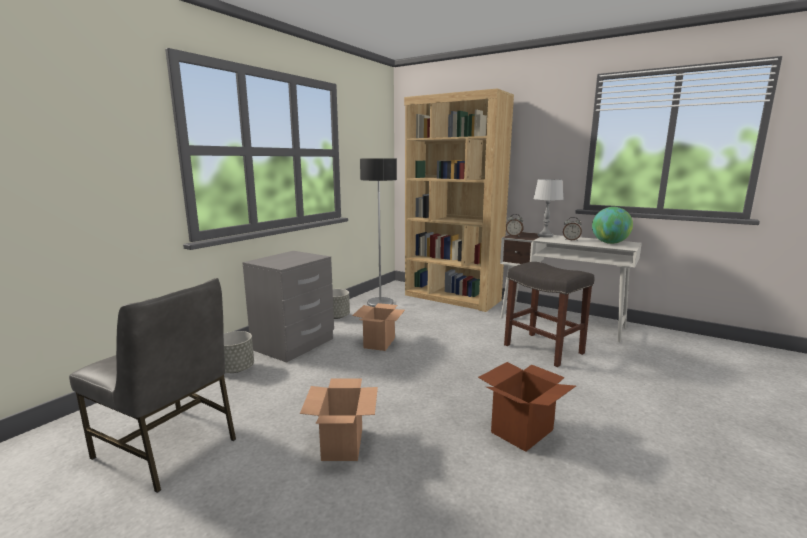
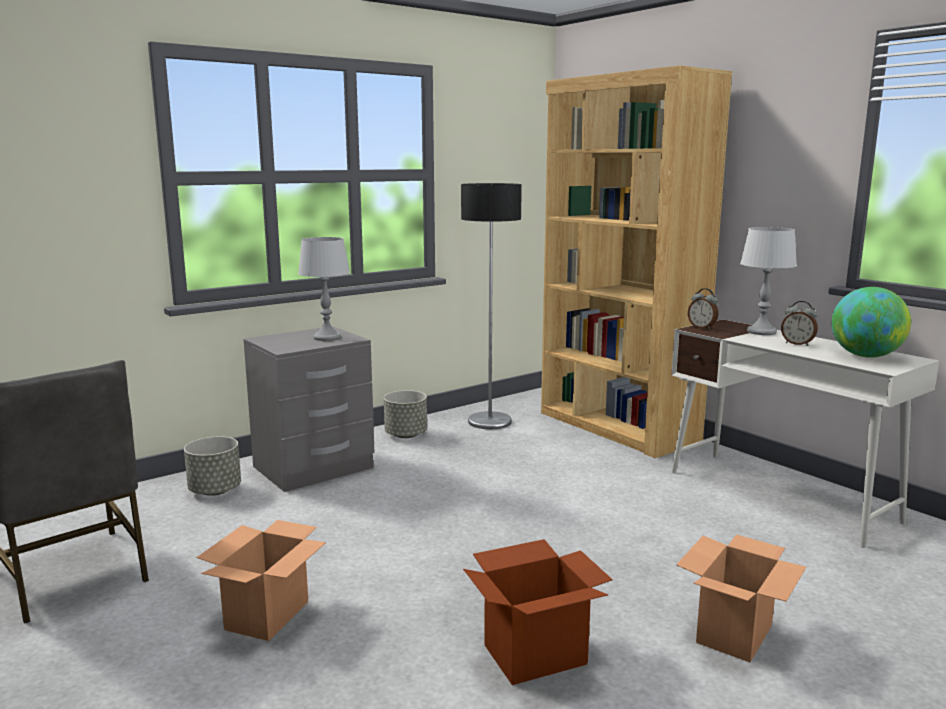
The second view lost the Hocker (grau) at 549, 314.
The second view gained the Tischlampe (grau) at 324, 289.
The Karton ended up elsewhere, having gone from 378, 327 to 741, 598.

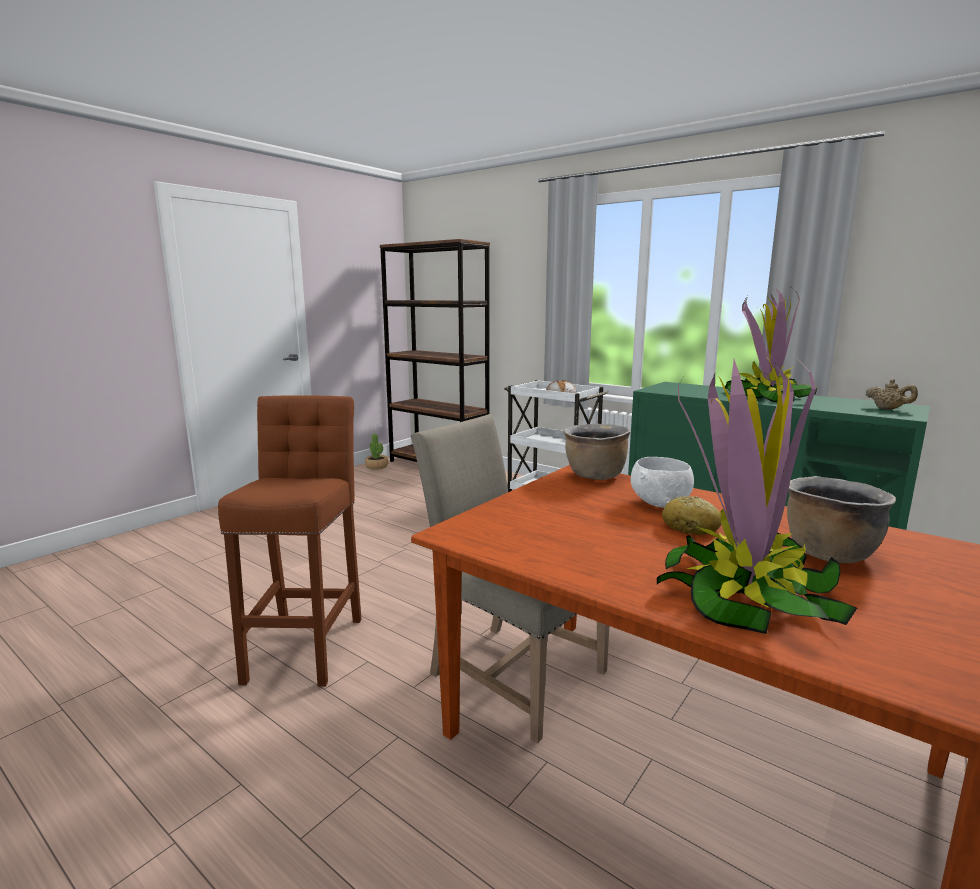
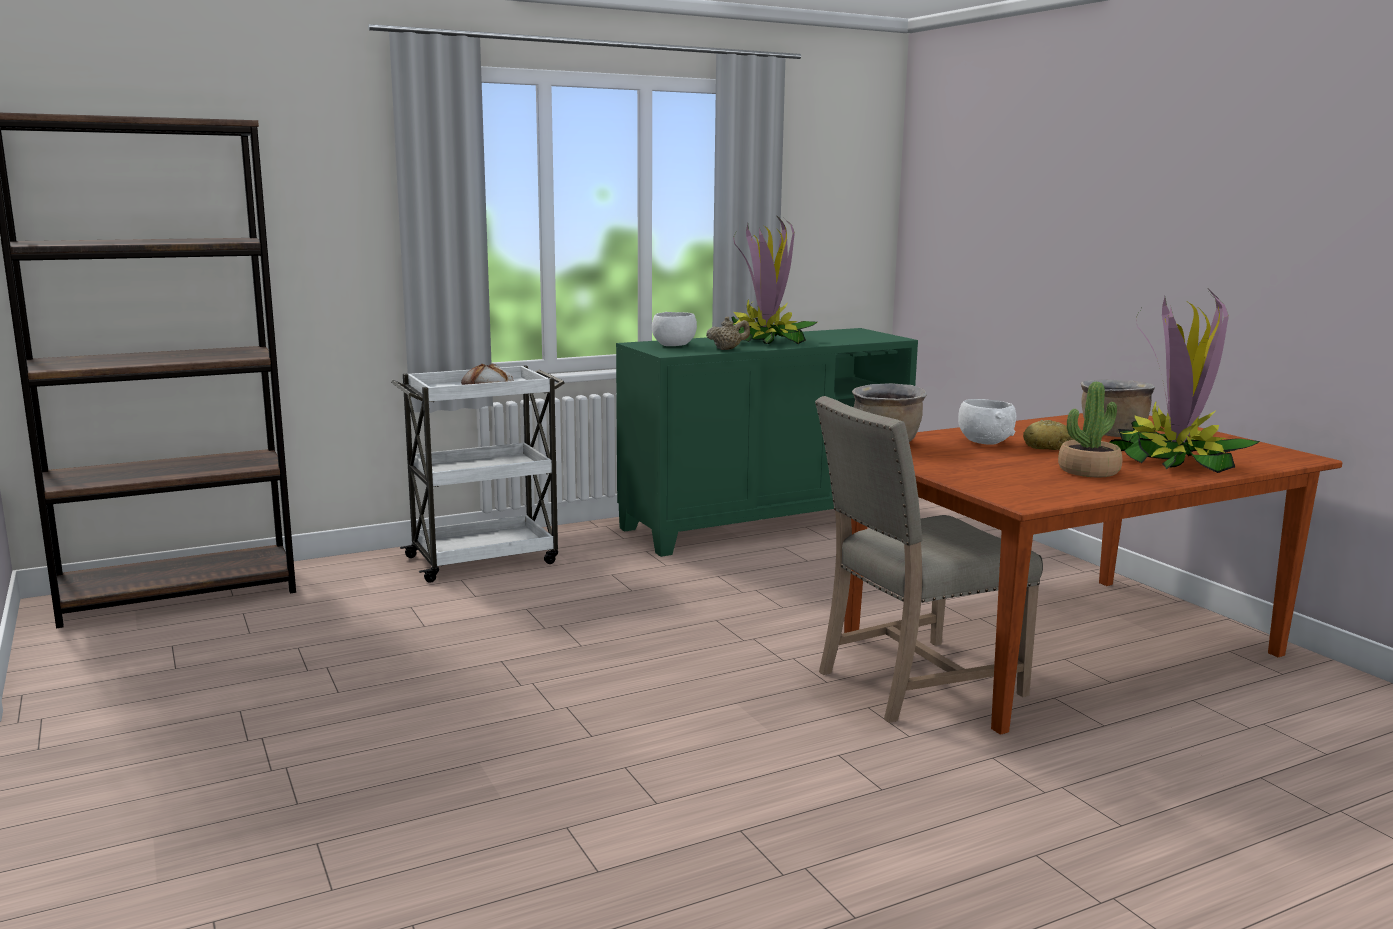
The second view lost the Hocker (braun) at 289, 541.
The second view gained the Schüssel (weiß) at 674, 329.
The Topfpflanze ended up elsewhere, having gone from 376, 451 to 1090, 429.
The Teekanne (beige) ended up elsewhere, having gone from 892, 394 to 728, 333.

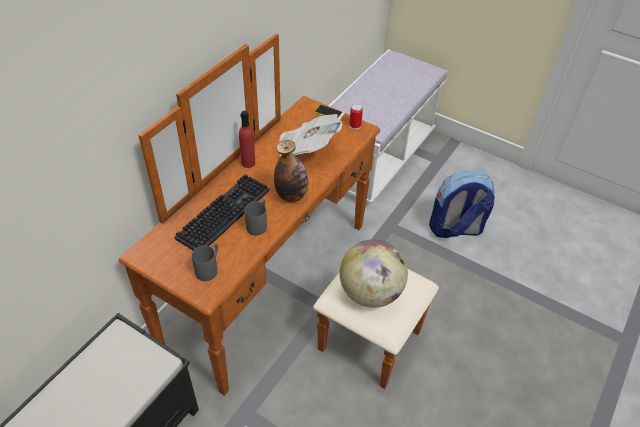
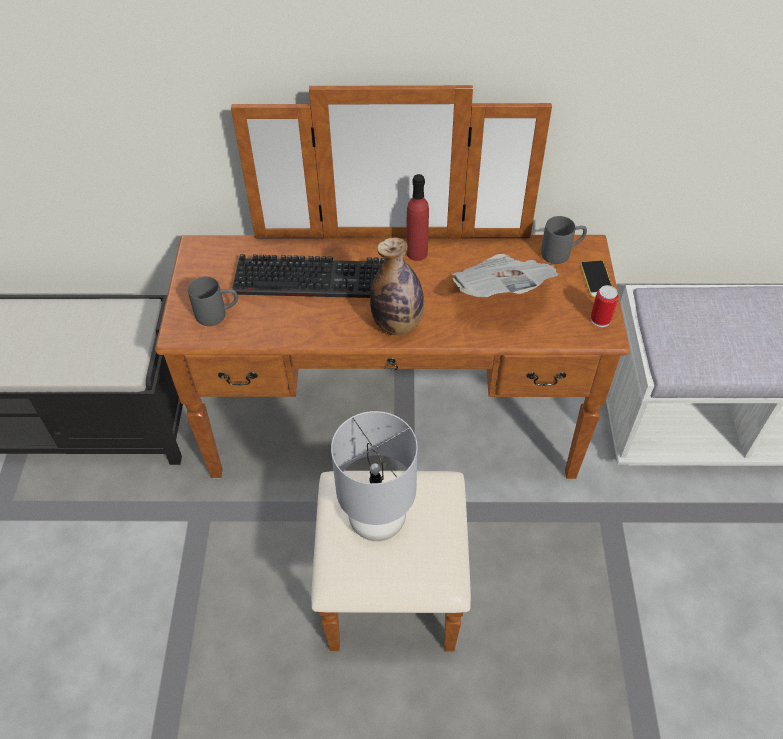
The second view lost the Rucksack at 462, 204.
The Henkelbecher (grau) ended up elsewhere, having gone from 256, 217 to 564, 240.
Where the Globus stood at 374, 273, the Tischlampe (grau) came to stand at 374, 476.

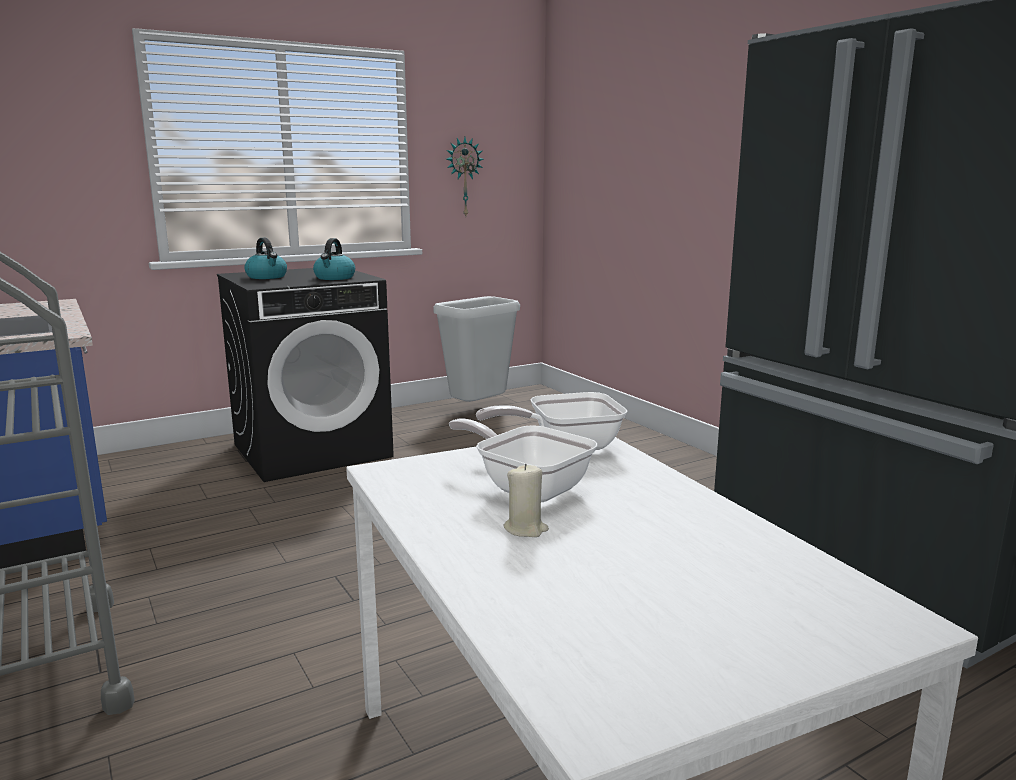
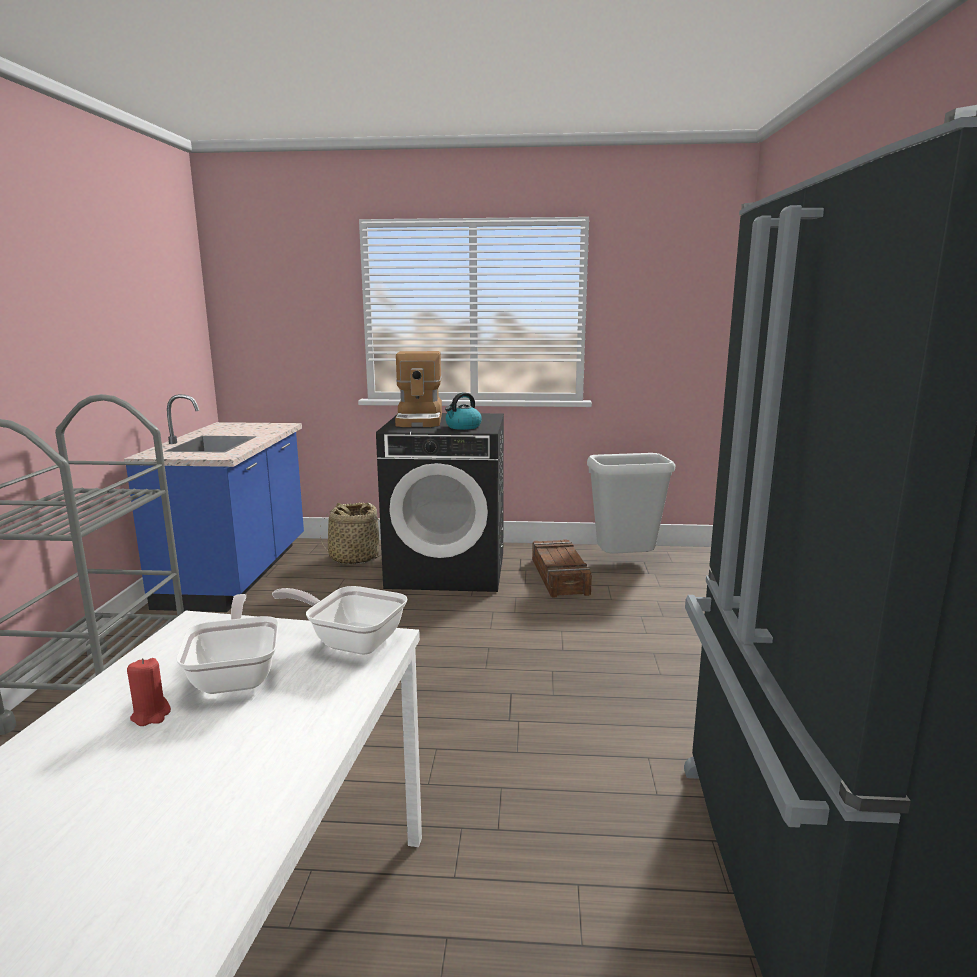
The second view lost the Wanduhr at 465, 176.
The second view gained the Korb at 351, 534.
The second view gained the Kiste at 562, 568.
Where the Wasserkessel stood at 265, 258, the Kaffeemaschine came to stand at 418, 389.
What was the Kerze (beige) at 526, 500 turned into the Kerze (rot) at 149, 692.

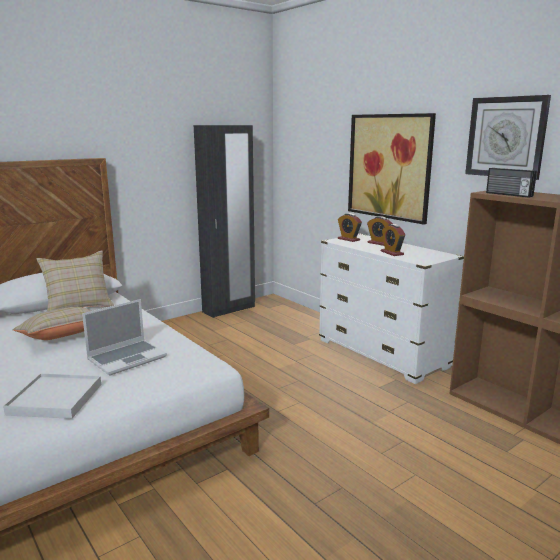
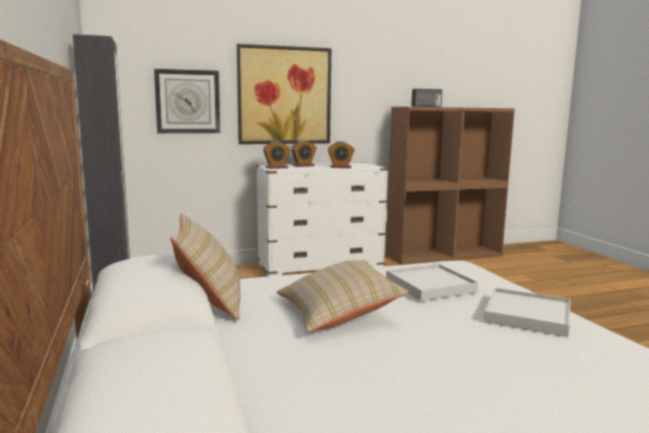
The Wanduhr ended up elsewhere, having gone from 508, 137 to 187, 101.
Where the Laptop stood at 124, 337, the Tablett (weiß) came to stand at 432, 282.

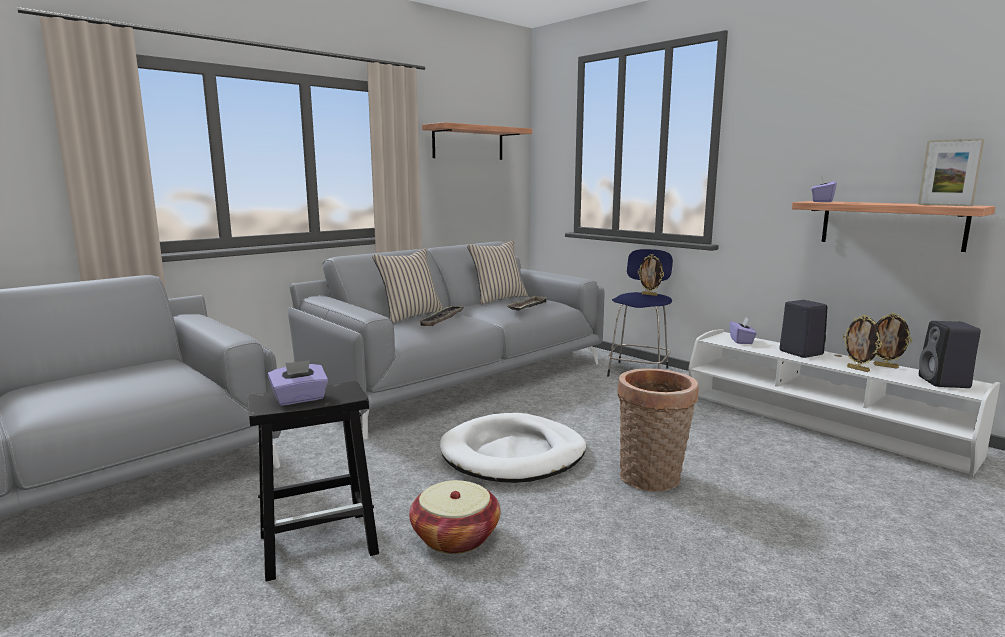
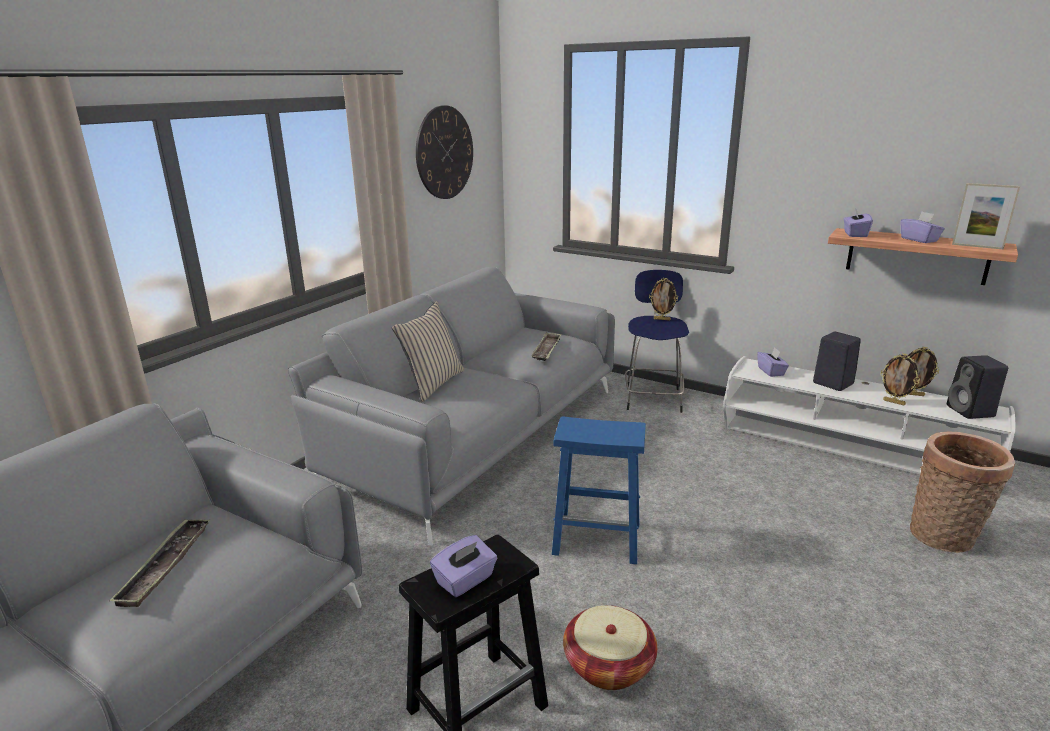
The second view lost the Kissen (beige) at 497, 272.
The second view gained the Taschentuchbox (lila) at 923, 227.
The Tablett ended up elsewhere, having gone from 441, 316 to 159, 563.
The Korb ended up elsewhere, having gone from 658, 430 to 962, 492.
Where the Wandregal hung at 477, 141, the Wanduhr came to hang at 444, 152.
Where the Hundebett (weiß) stood at 513, 448, the Hocker (blau) came to stand at 599, 490.

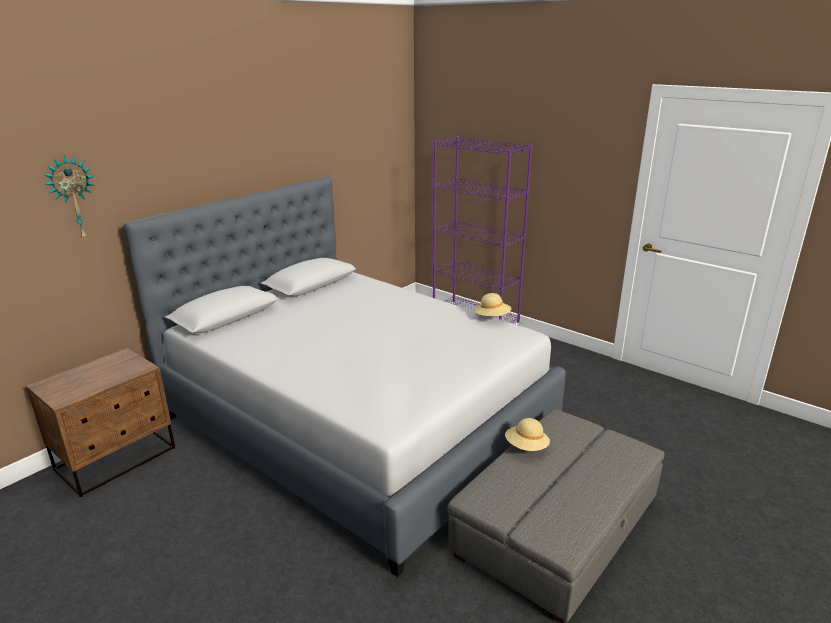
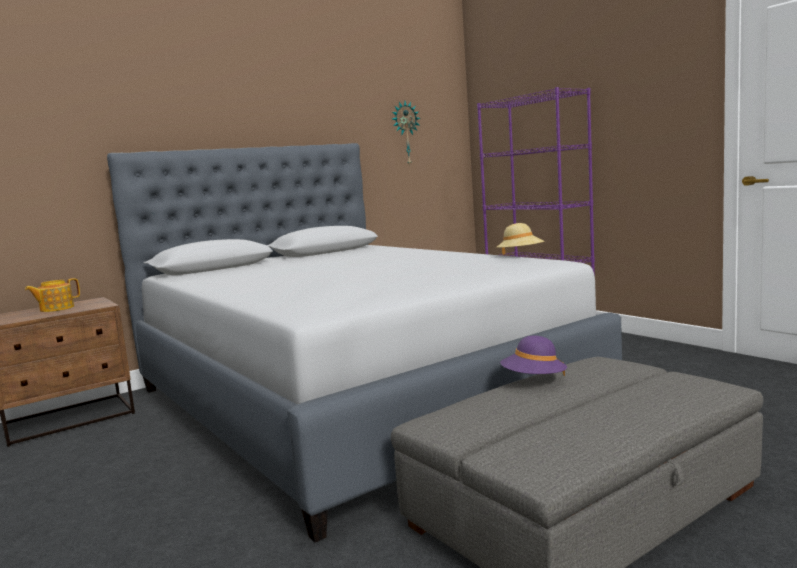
The second view gained the Teekanne at 52, 295.
The Wanduhr ended up elsewhere, having gone from 68, 197 to 406, 133.
What was the Hut (beige) at 527, 434 turned into the Hut (lila) at 533, 355.

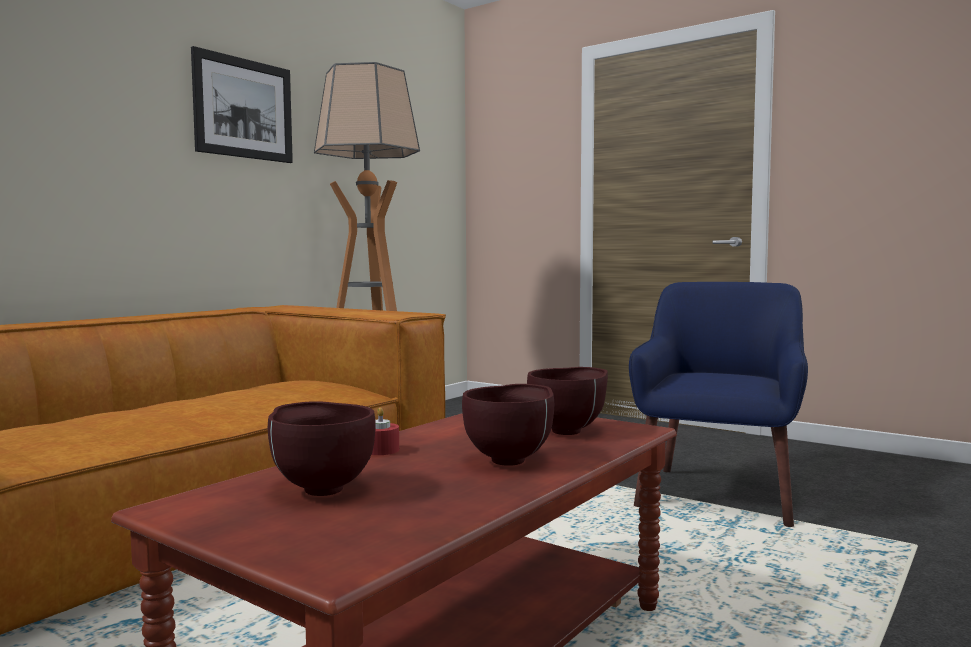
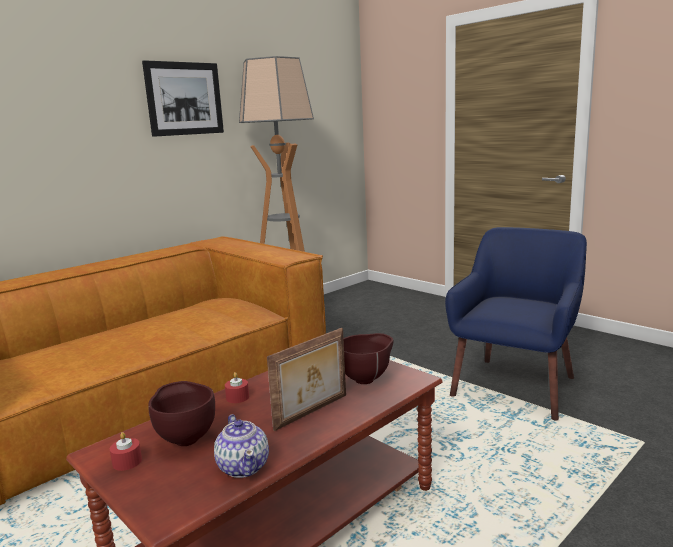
The second view gained the Kerze (rot) at 126, 451.
The second view gained the Teekanne at 241, 446.
Where the Schüssel (braun) stood at 508, 425, the Bilderrahmen came to stand at 306, 379.

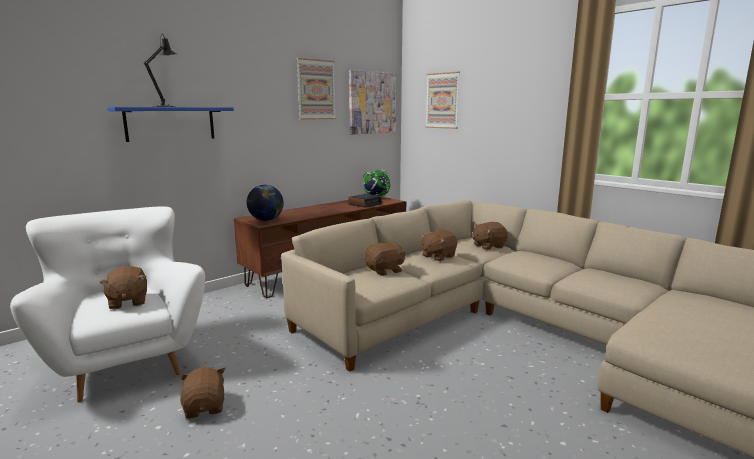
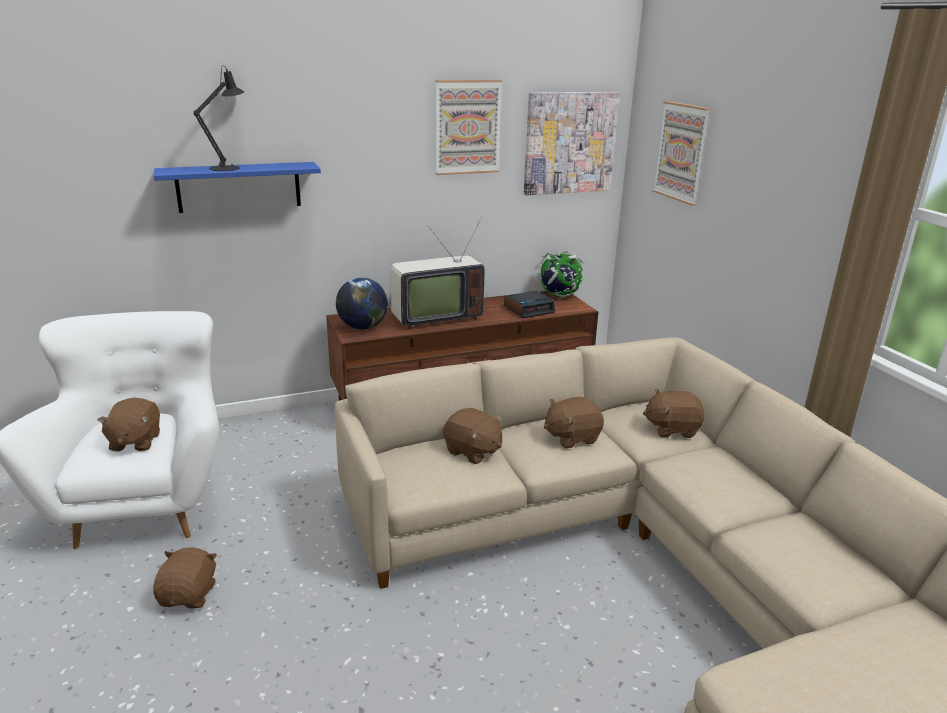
The second view gained the Fernseher at 437, 273.
The Plüschtier (braun) at 384, 259 ended up facing another way, 45 degrees clockwise from before.

